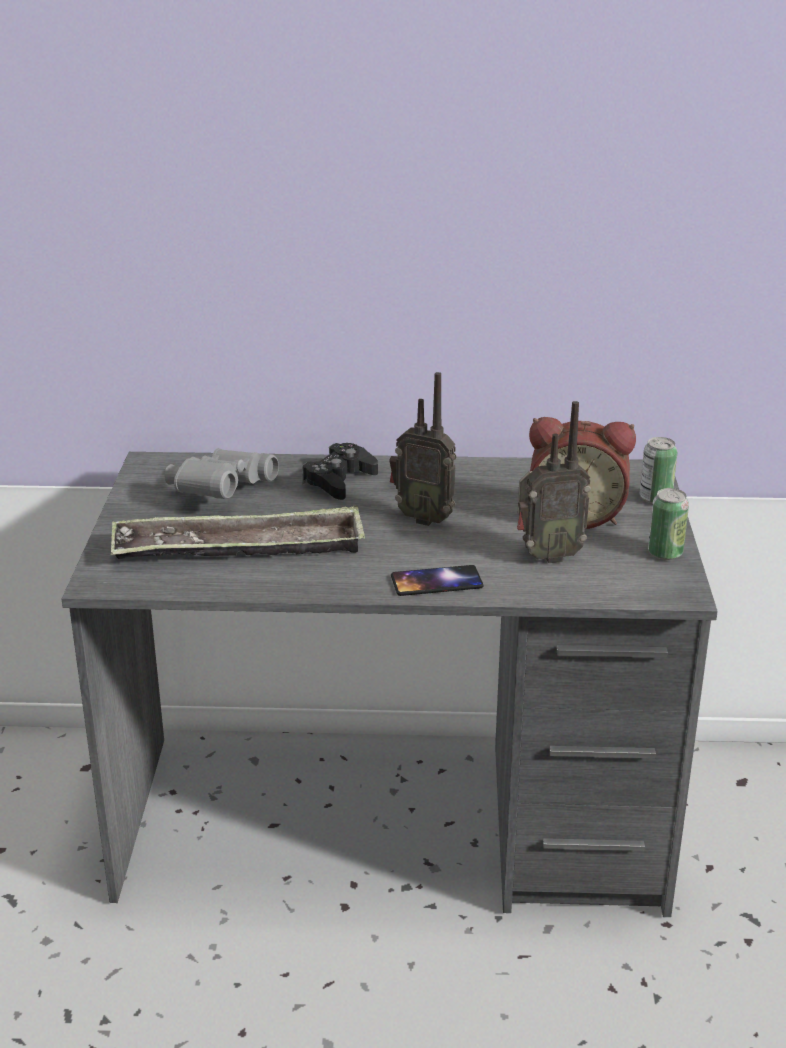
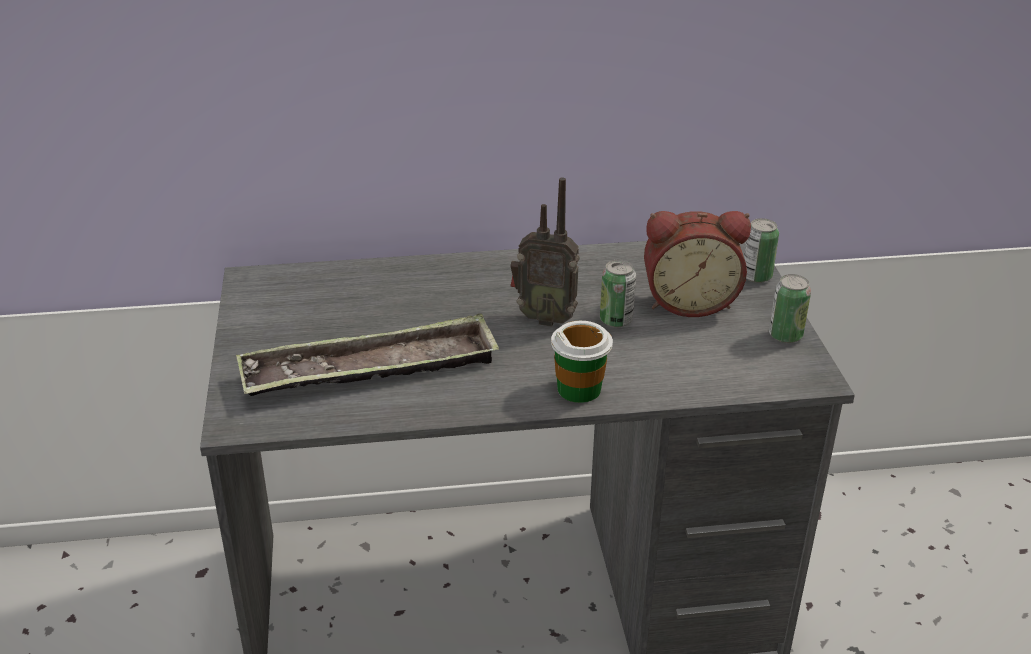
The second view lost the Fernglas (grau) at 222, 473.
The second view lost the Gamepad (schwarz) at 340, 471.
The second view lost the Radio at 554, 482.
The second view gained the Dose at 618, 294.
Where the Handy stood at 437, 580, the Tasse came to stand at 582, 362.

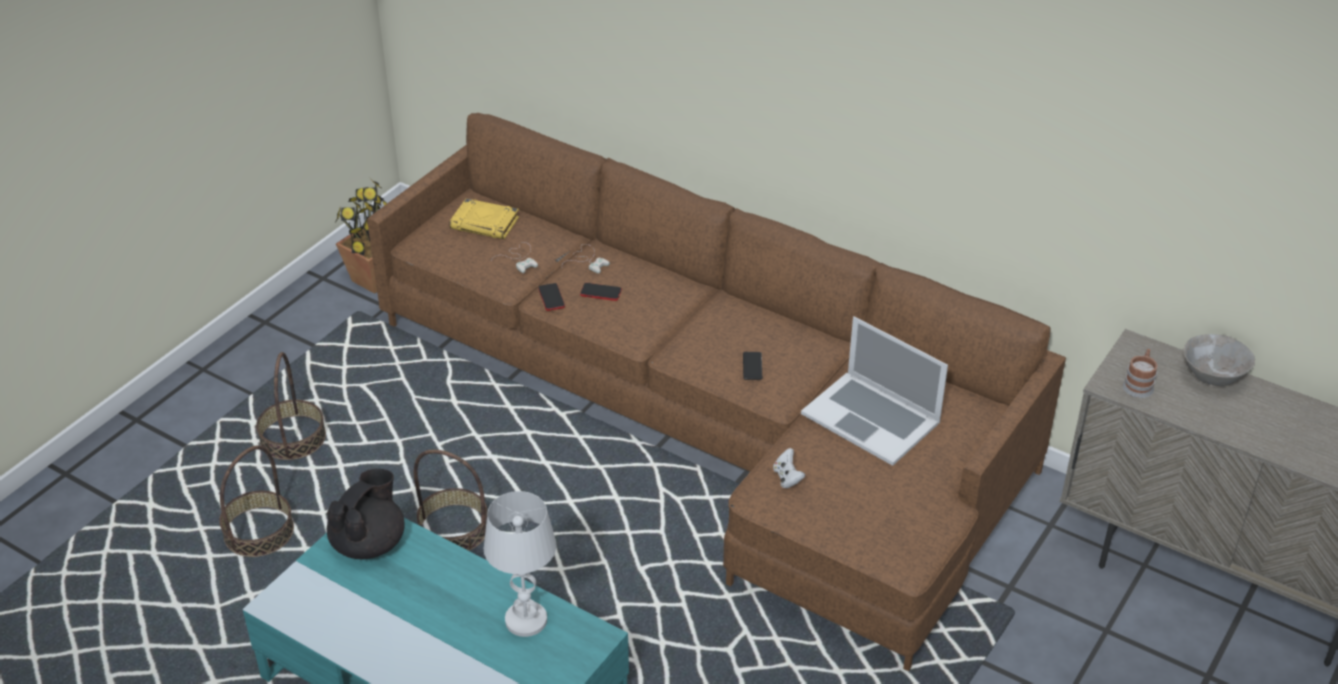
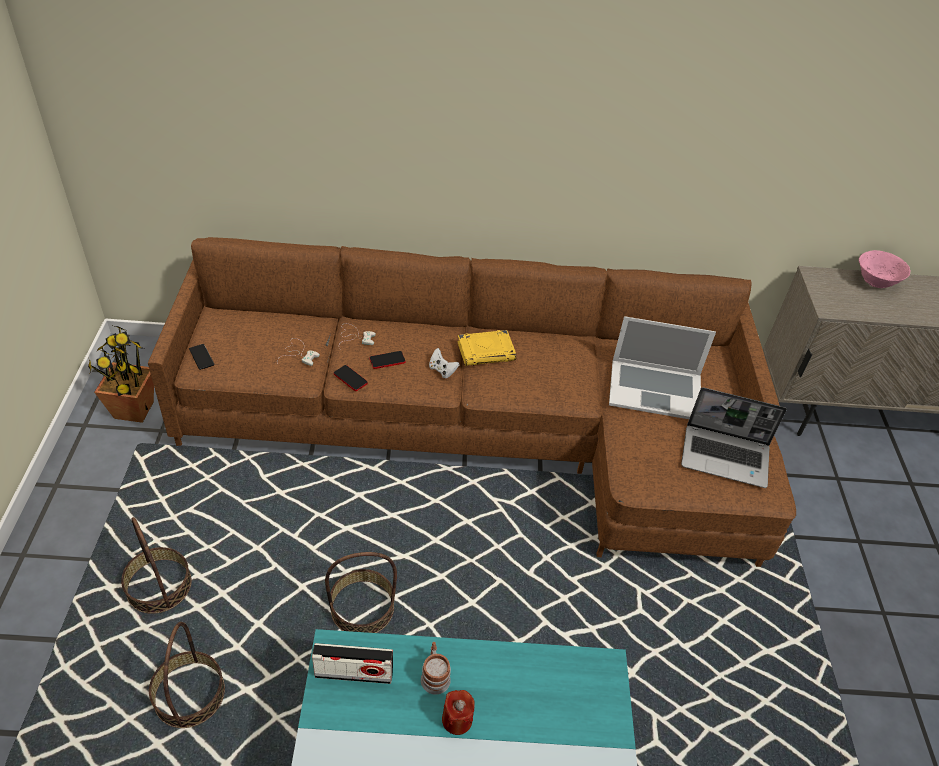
The second view lost the Tischlampe (weiß) at 520, 564.
The second view gained the Kerze (rot) at 458, 712.
The second view gained the Laptop at 734, 438.
The Buch (gelb) ended up elsewhere, having gone from 484, 219 to 486, 348.
The Handy ended up elsewhere, having gone from 752, 366 to 201, 357.
The Gamepad (weiß) ended up elsewhere, having gone from 789, 468 to 444, 363.
The Henkelbecher ended up elsewhere, having gone from 1140, 373 to 436, 668.
Where the Teekanne (schwarz) stood at 366, 514, the Radio came to stand at 352, 663.
What was the Schüssel (grau) at 1219, 360 turned into the Schüssel (rosa) at 884, 269.

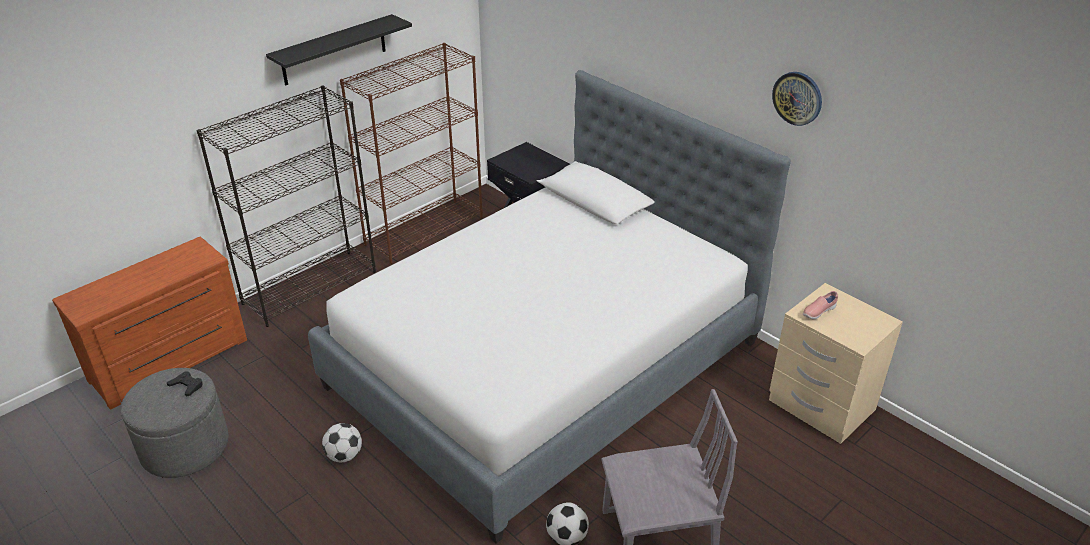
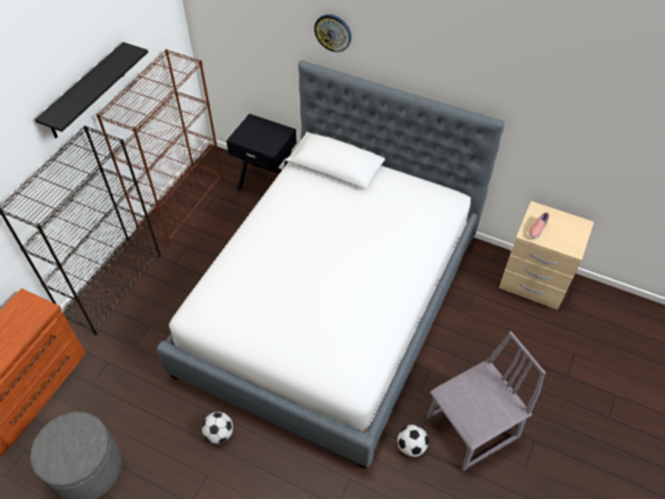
The second view lost the Gamepad (schwarz) at 185, 384.
The Wanduhr ended up elsewhere, having gone from 797, 99 to 332, 33.

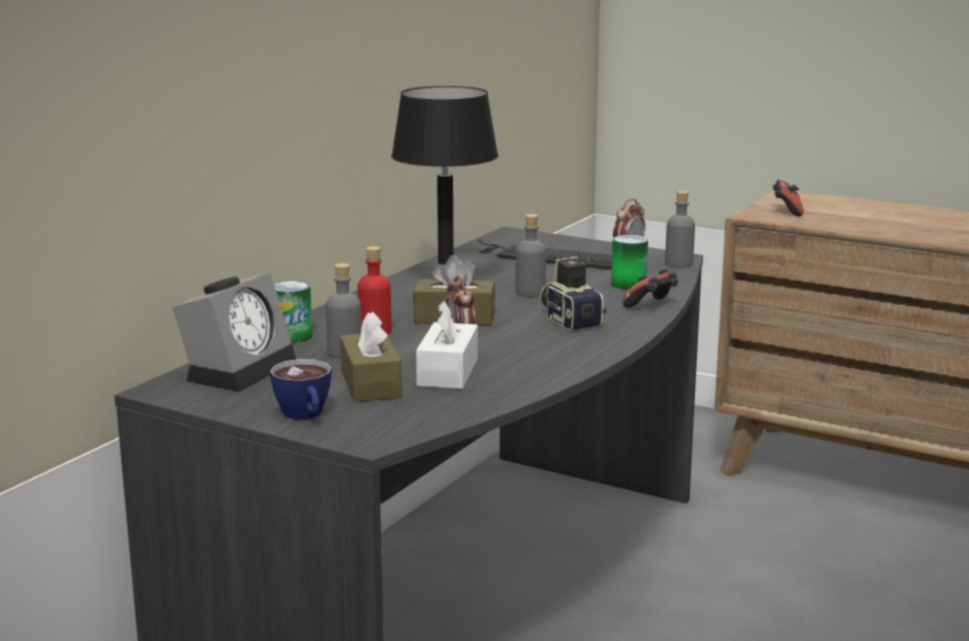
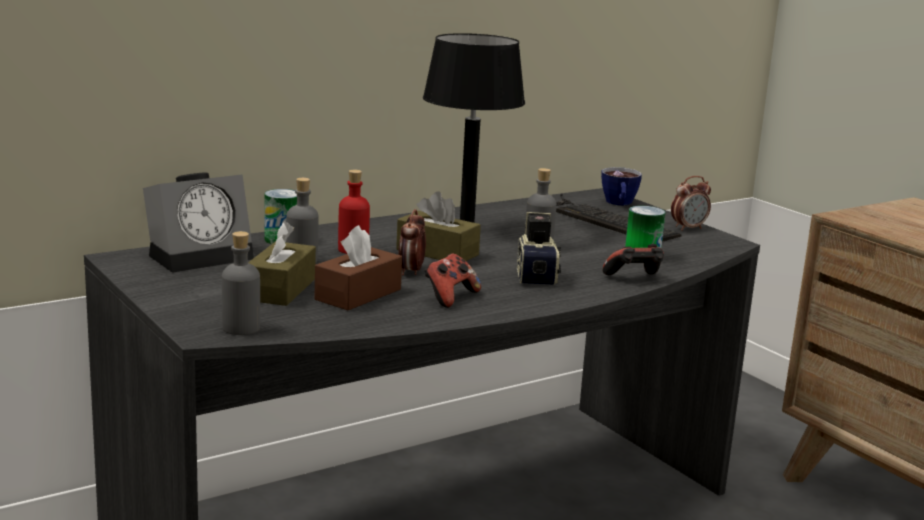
The Tasse ended up elsewhere, having gone from 301, 389 to 621, 186.
The Flasche (grau) ended up elsewhere, having gone from 680, 229 to 241, 283.
The Gamepad ended up elsewhere, having gone from 788, 197 to 453, 280.
What was the Taschentuchbox (weiß) at 447, 345 turned into the Taschentuchbox (braun) at 358, 267.

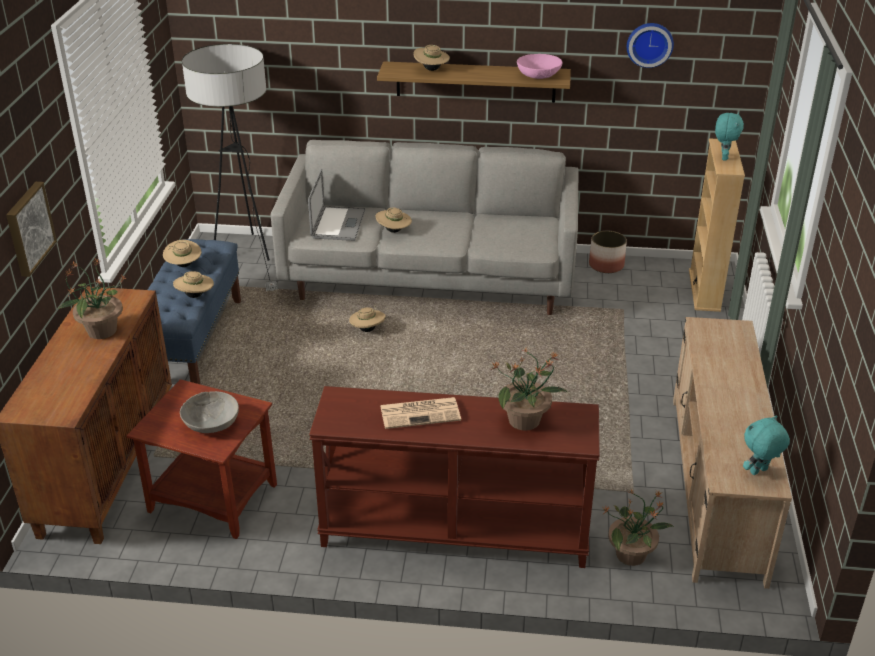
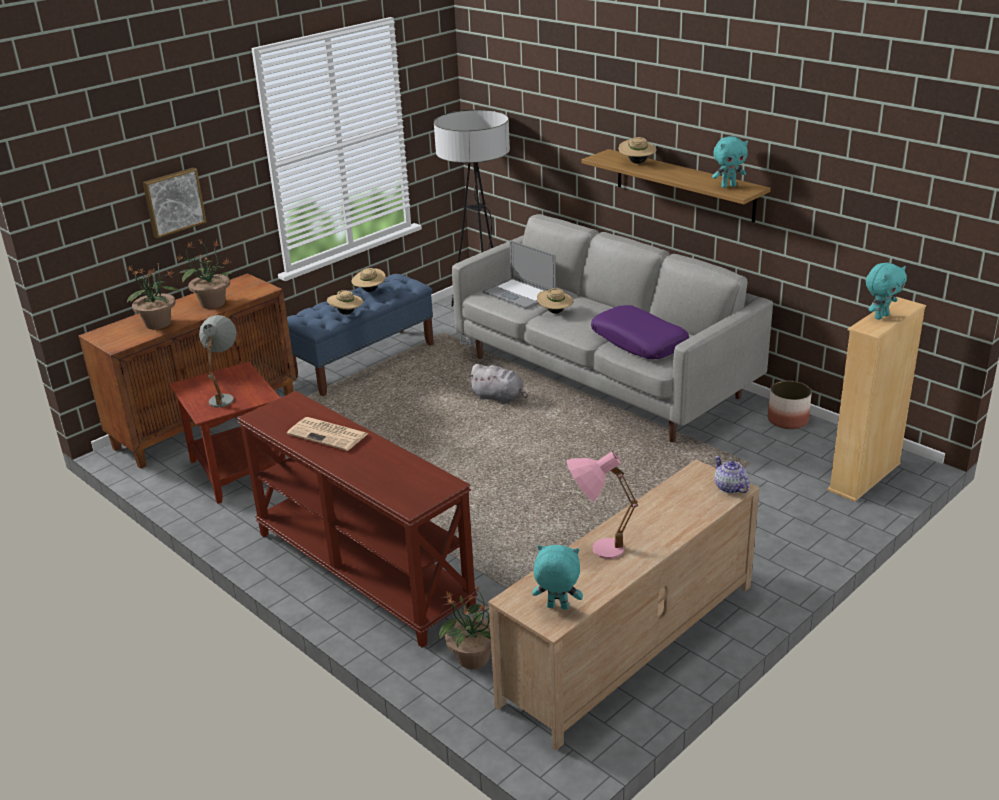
The second view lost the Wanduhr at 650, 45.
The second view gained the Tischlampe (rosa) at 602, 505.
The second view gained the Kissen (lila) at 640, 332.
The second view gained the Teekanne at 732, 475.
The Topfpflanze ended up elsewhere, having gone from 528, 389 to 153, 295.
Where the Schüssel (grau) stood at 209, 412, the Tischlampe (grau) came to stand at 218, 361.
Where the Hut (beige) stood at 367, 319, the Plüschtier (grau) came to stand at 498, 384.
Where the Schüssel (rosa) stood at 539, 66, the Plüschtier (türkis) came to stand at 730, 162.
The Laptop at 337, 205 ended up facing another way, 90 degrees clockwise from before.

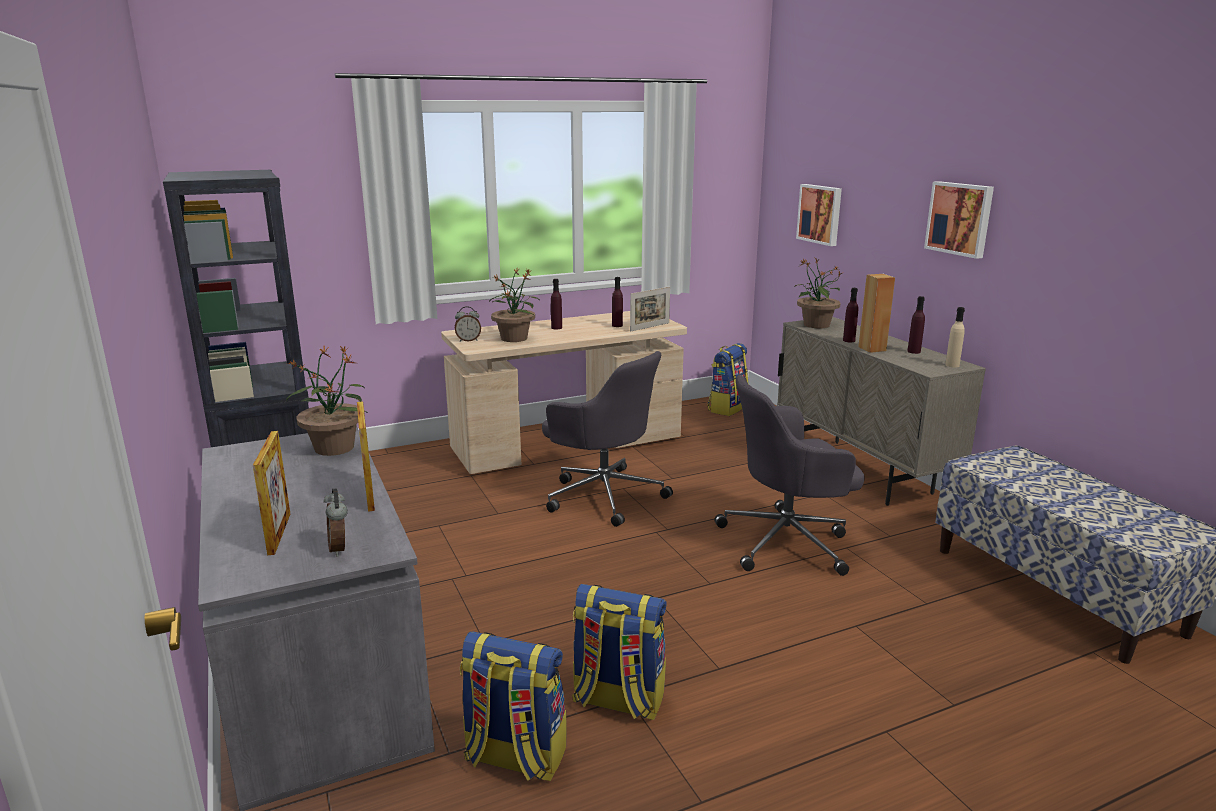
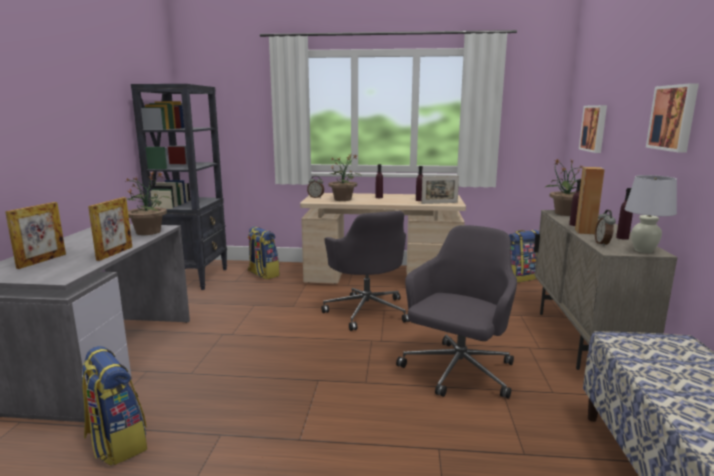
The Wecker ended up elsewhere, having gone from 336, 522 to 605, 228.
The Rucksack ended up elsewhere, having gone from 619, 652 to 264, 253.
Where the Flasche (beige) stood at 955, 337, the Tischlampe (weiß) came to stand at 651, 214.
The Bürostuhl (grau) at 789, 475 ended up facing another way, 105 degrees clockwise from before.

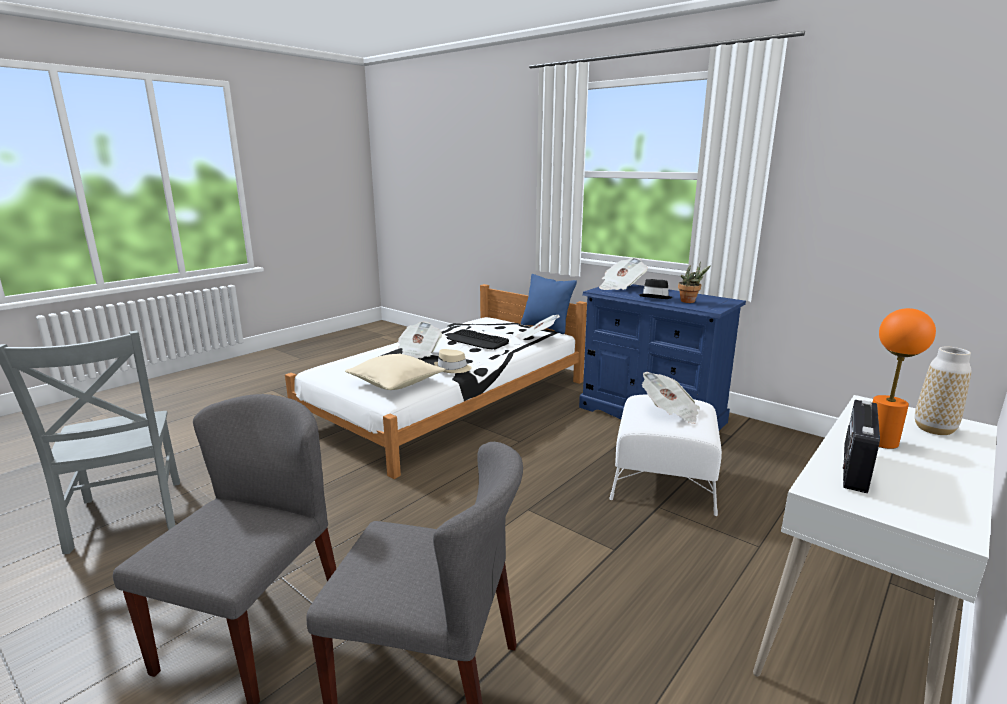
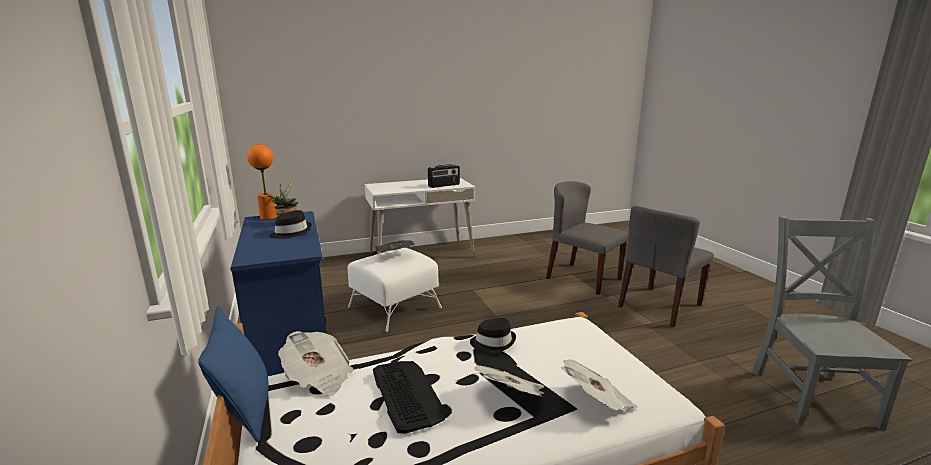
The second view lost the Kissen (beige) at 395, 371.
The second view lost the Vase at 943, 391.
The Zeitung ended up elsewhere, having gone from 623, 274 to 599, 385.
The Tischlampe (orange) ended up elsewhere, having gone from 904, 378 to 262, 182.
What was the Hut (beige) at 453, 361 turned into the Hut (schwarz) at 493, 335.

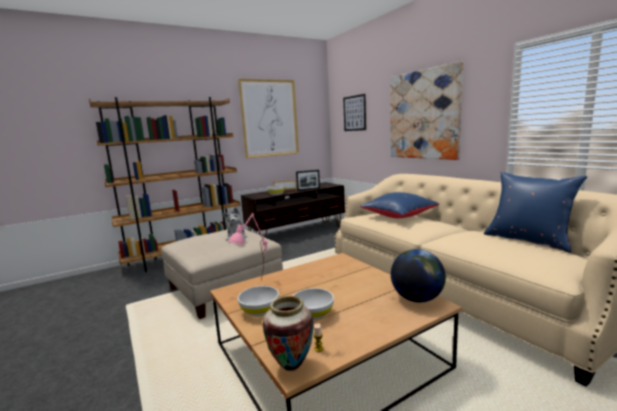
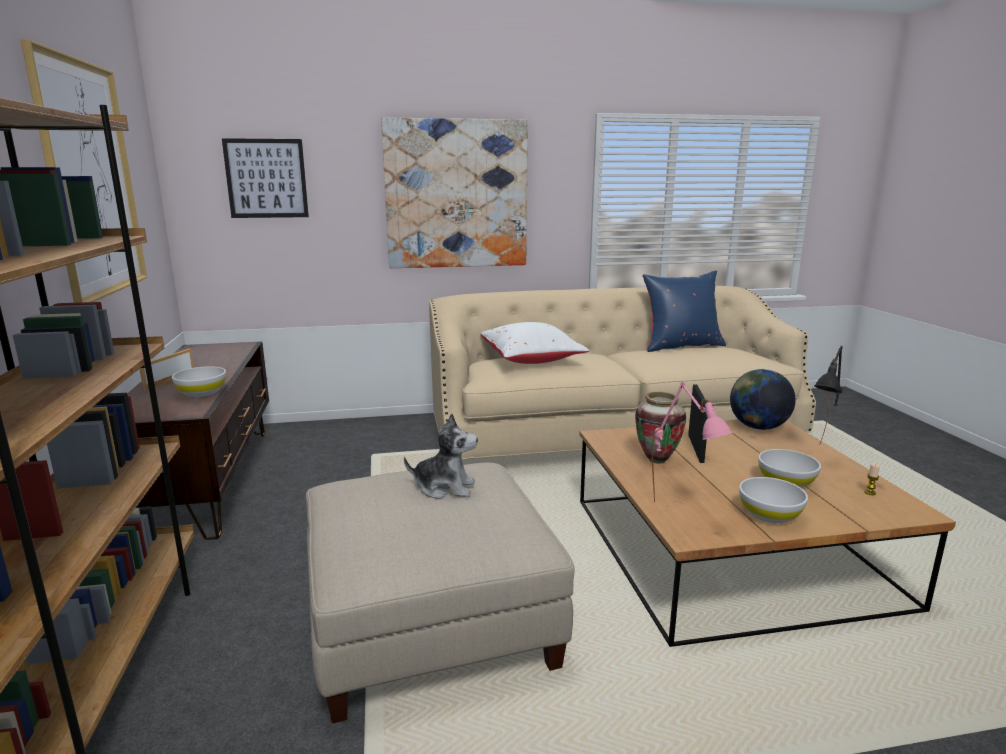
The second view gained the Tischlampe (schwarz) at 828, 395.
The Vase ended up elsewhere, having gone from 288, 333 to 660, 428.
The Bilderrahmen ended up elsewhere, having gone from 308, 180 to 697, 423.
What was the Kissen (blau) at 399, 205 turned into the Kissen (weiß) at 534, 343.

